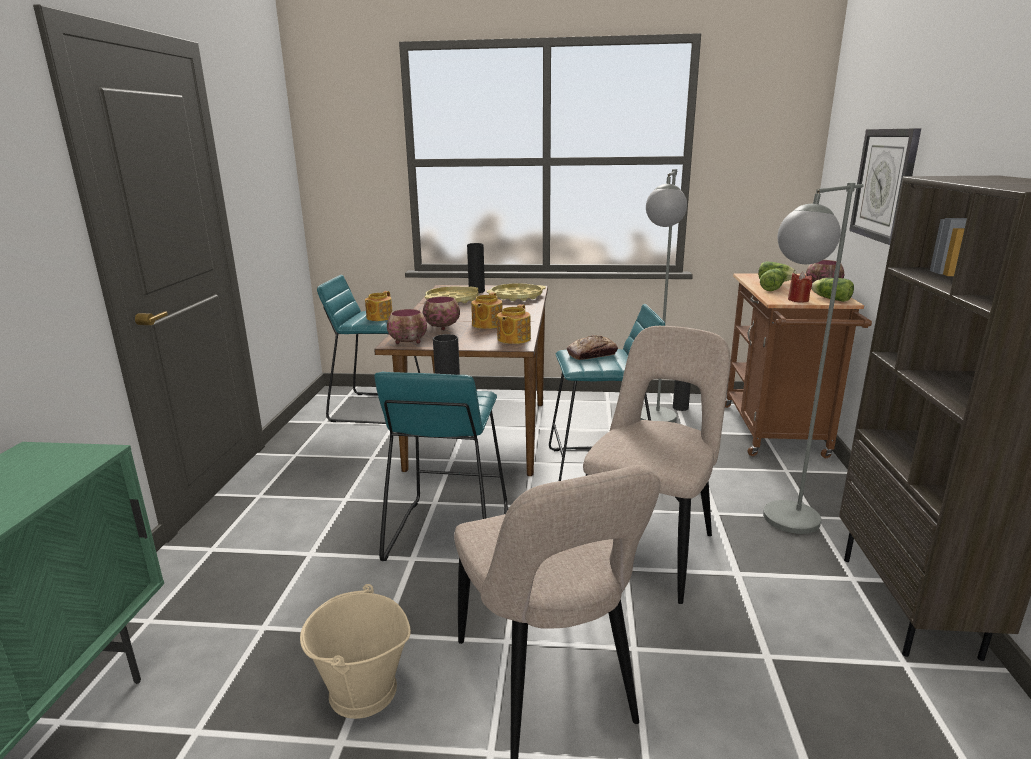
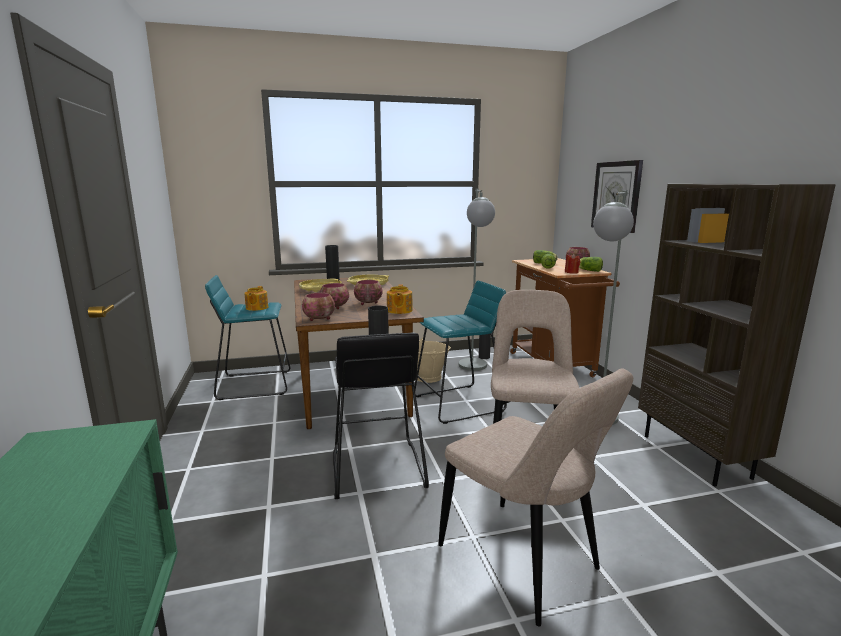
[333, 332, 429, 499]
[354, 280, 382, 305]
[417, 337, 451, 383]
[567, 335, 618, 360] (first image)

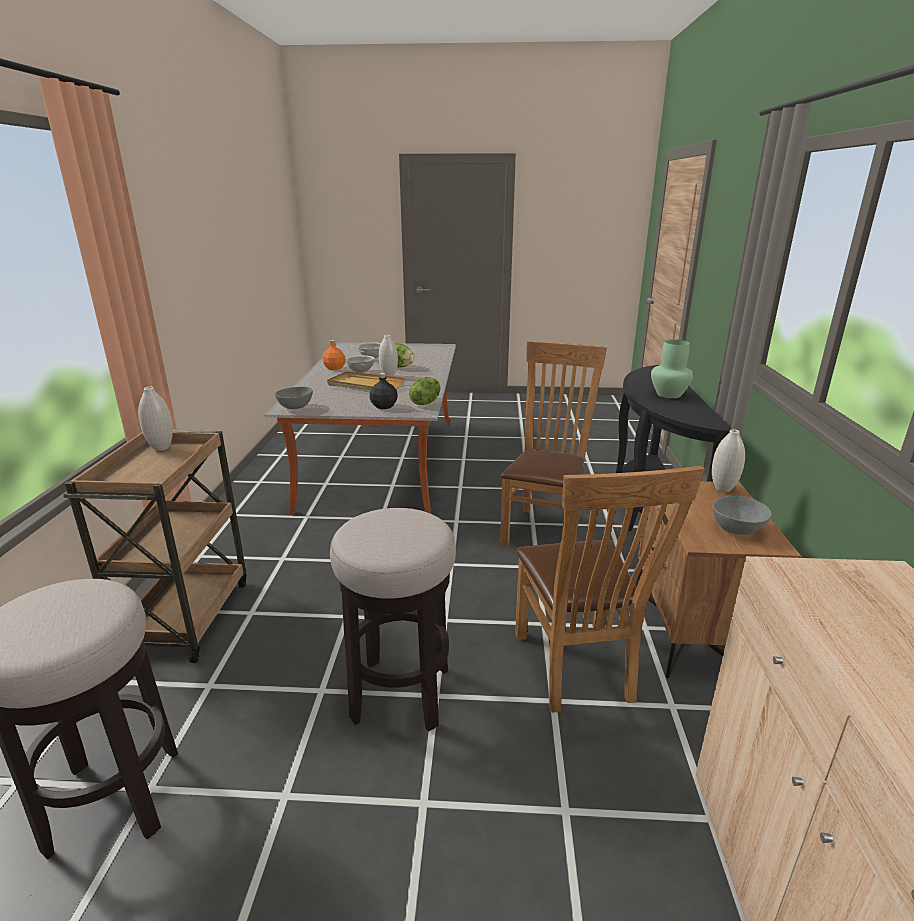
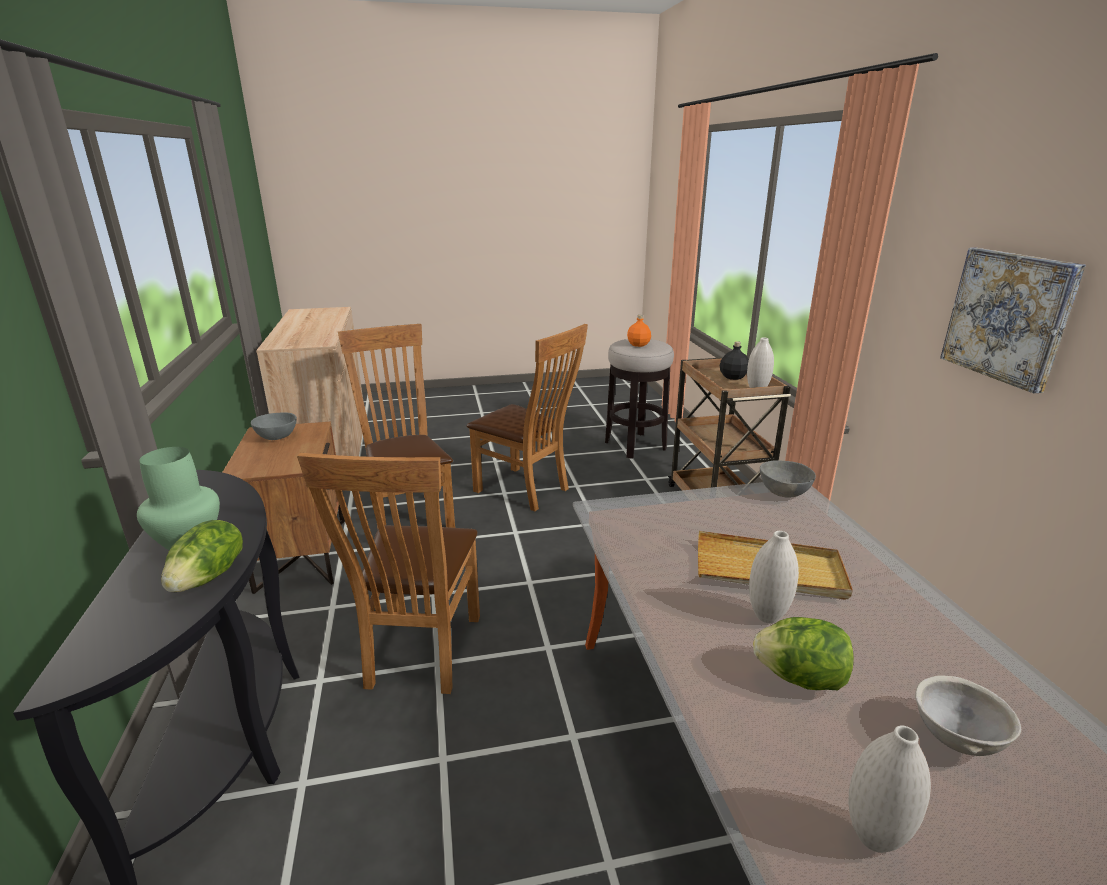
[161, 520, 243, 592]
[466, 324, 588, 511]
[627, 315, 651, 347]
[720, 341, 749, 380]
[848, 725, 931, 853]
[940, 248, 1086, 393]
[345, 355, 375, 373] (first image)

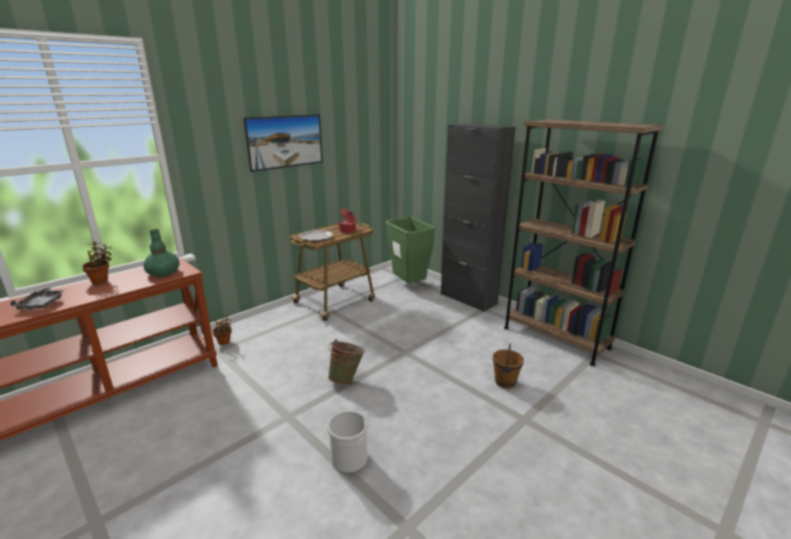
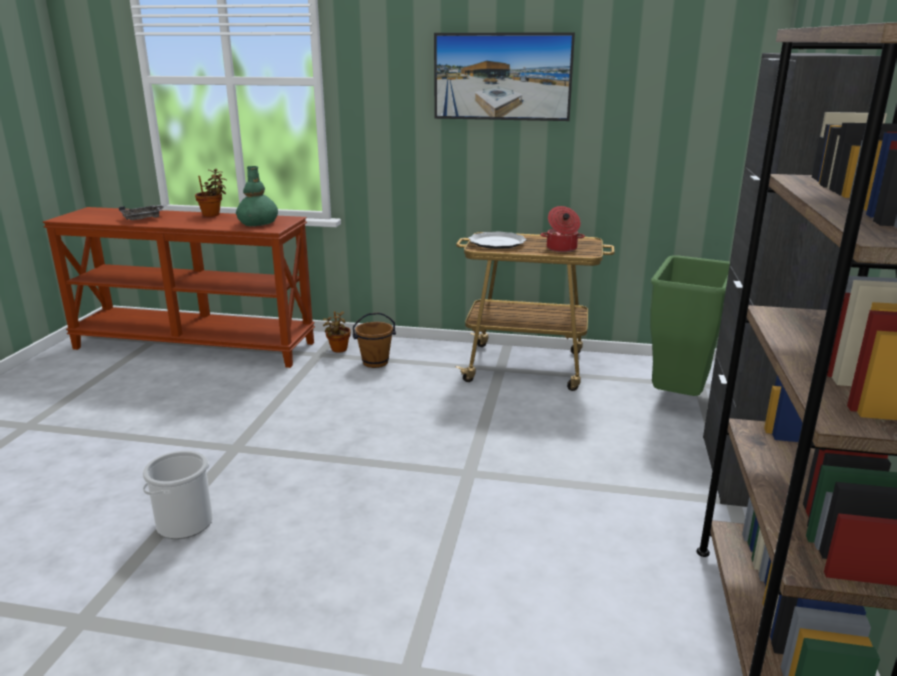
[353, 312, 396, 368]
[328, 339, 365, 385] (first image)

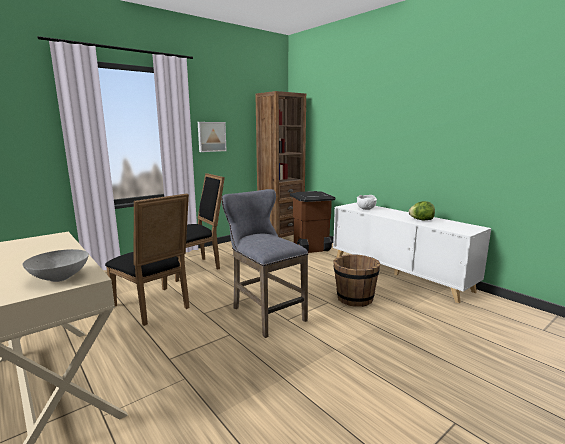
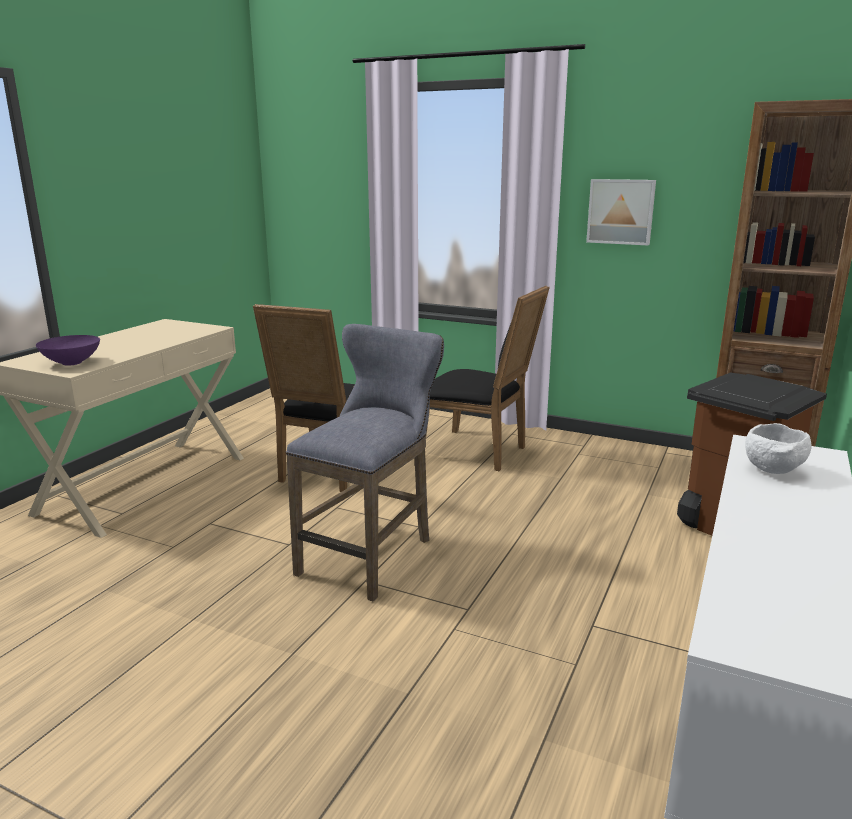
[36, 335, 100, 366]
[333, 254, 380, 307] (first image)
[409, 201, 435, 220] (first image)

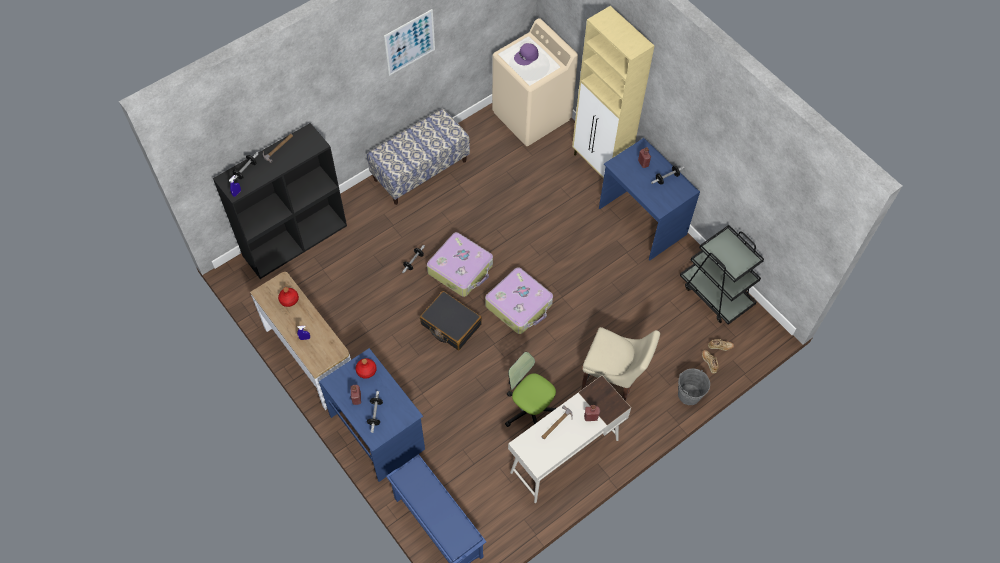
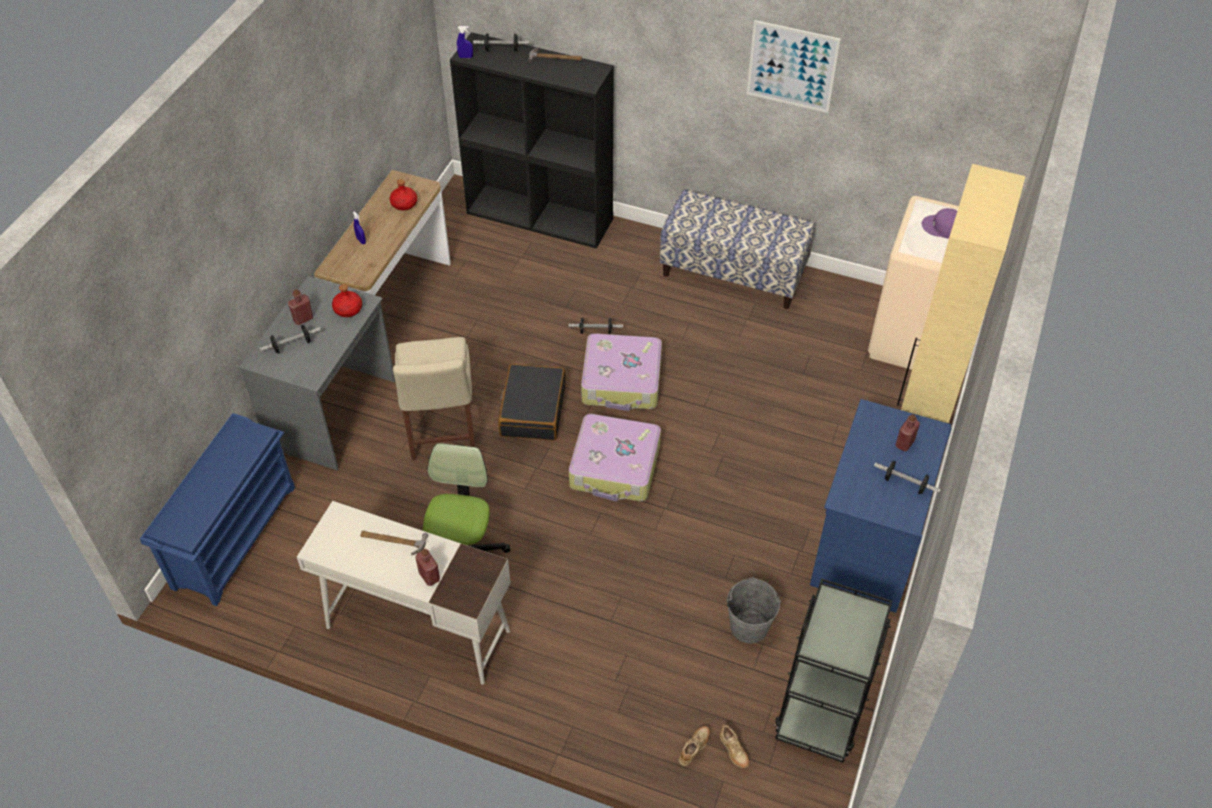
[239, 276, 395, 470]
[393, 337, 475, 460]
[726, 577, 781, 643]

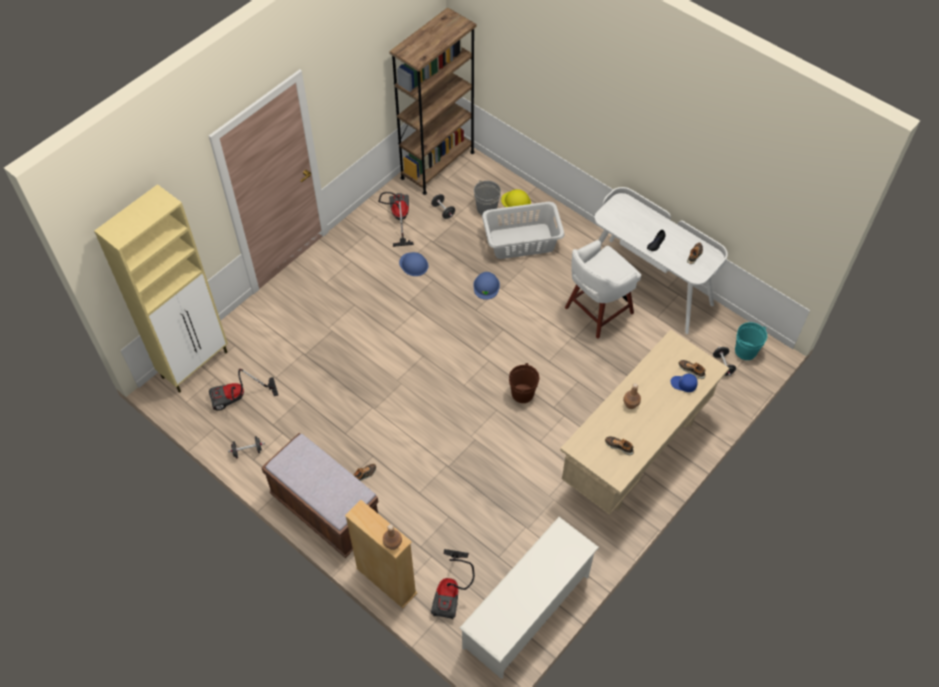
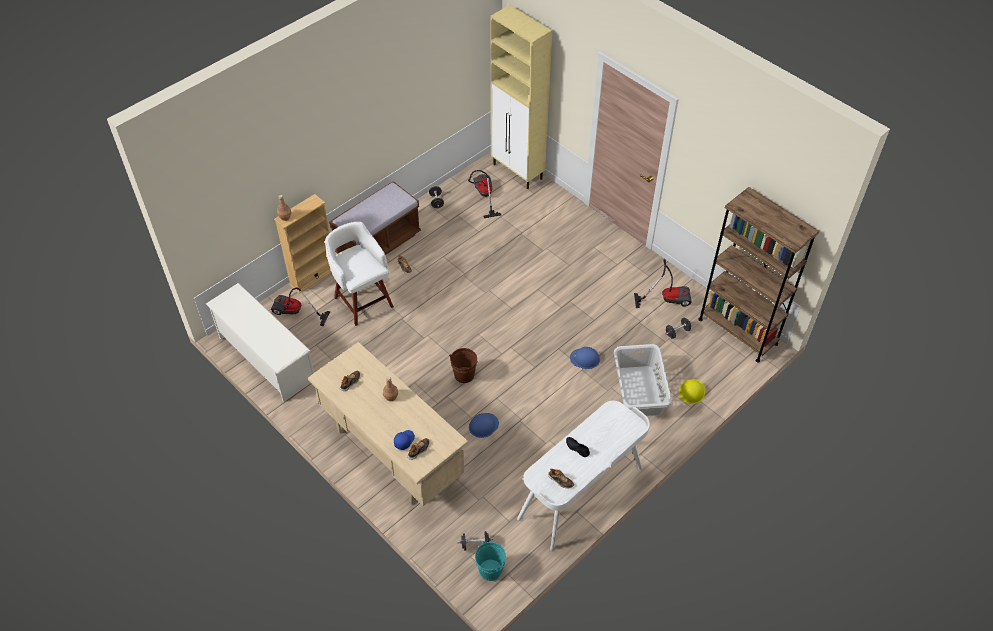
[325, 222, 394, 326]
[469, 413, 499, 438]
[474, 180, 501, 215] (first image)

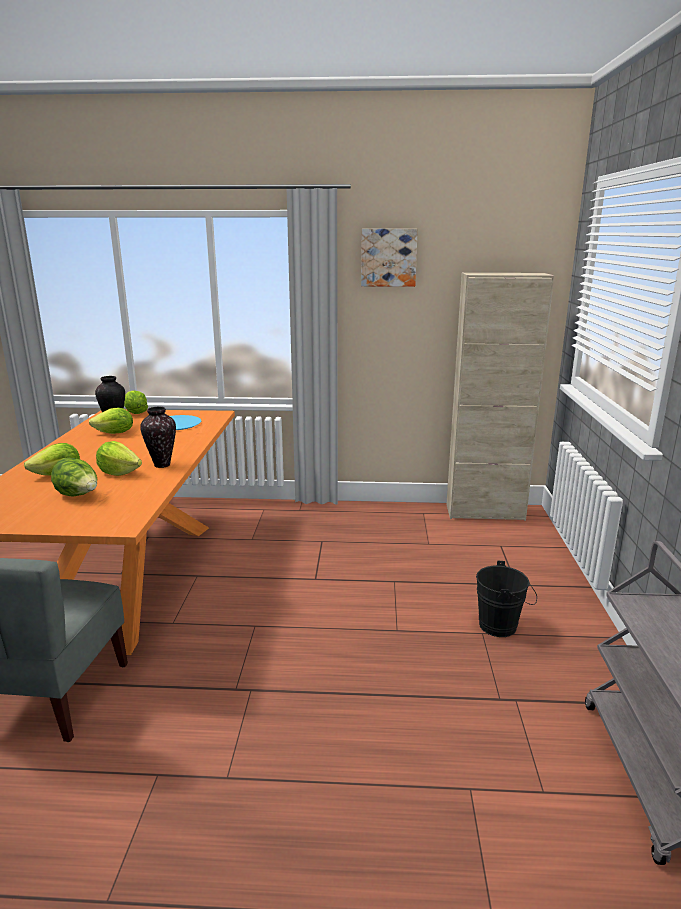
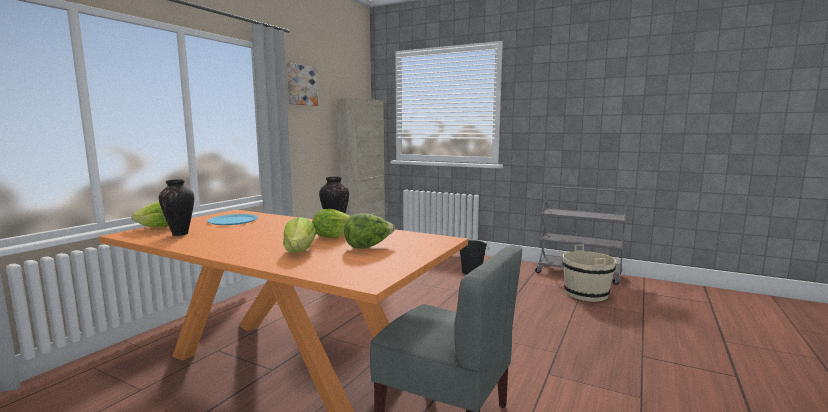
[562, 245, 616, 302]
[89, 408, 133, 434] (first image)

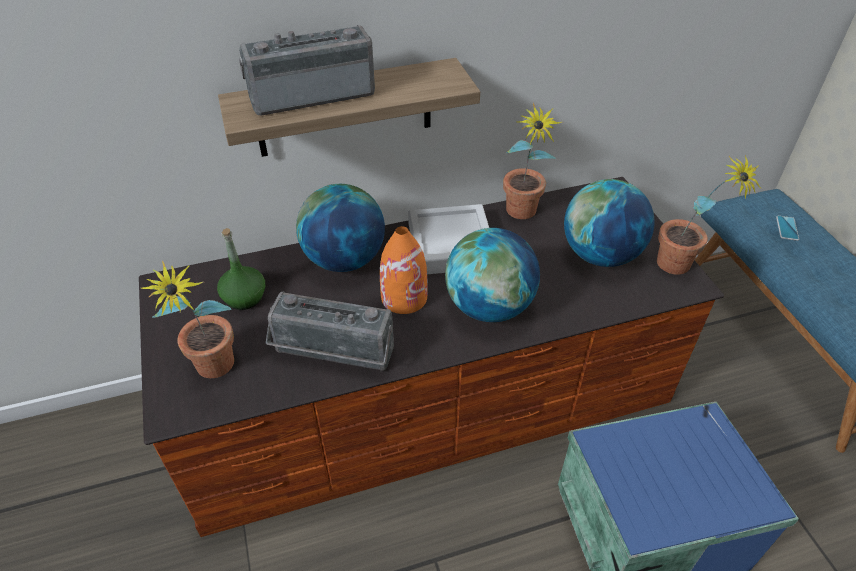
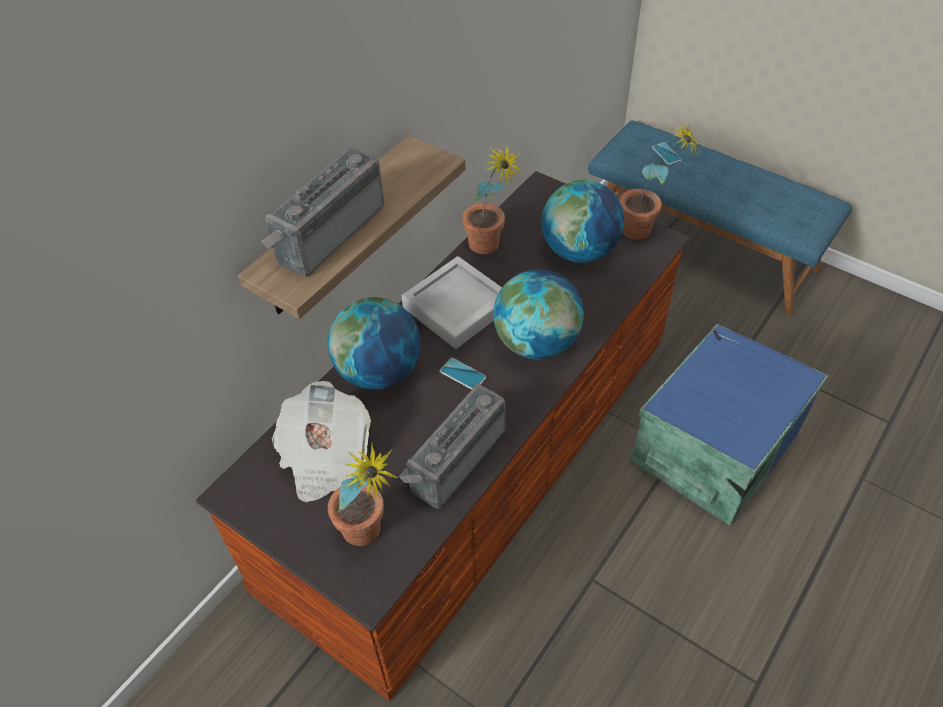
[272, 381, 371, 502]
[399, 384, 506, 509]
[440, 358, 487, 390]

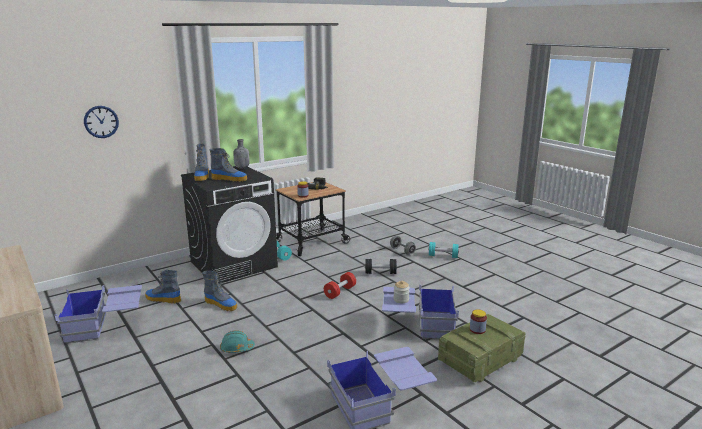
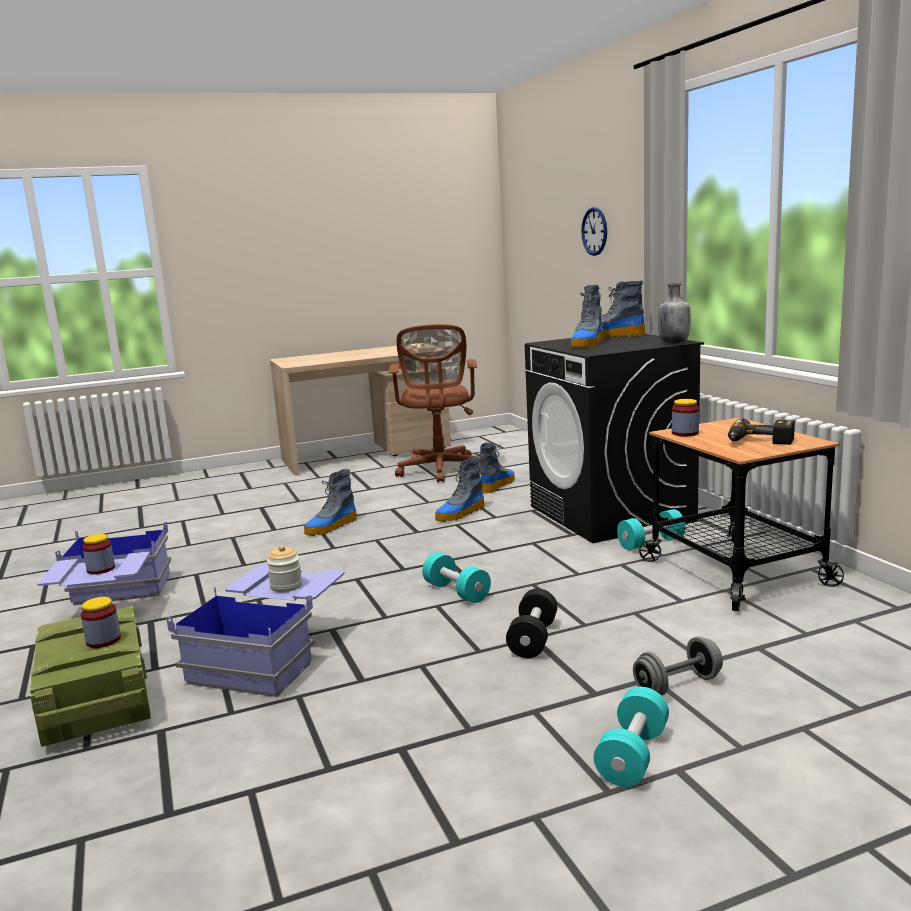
[82, 534, 115, 574]
[304, 469, 357, 536]
[389, 324, 481, 483]
[422, 552, 491, 603]

